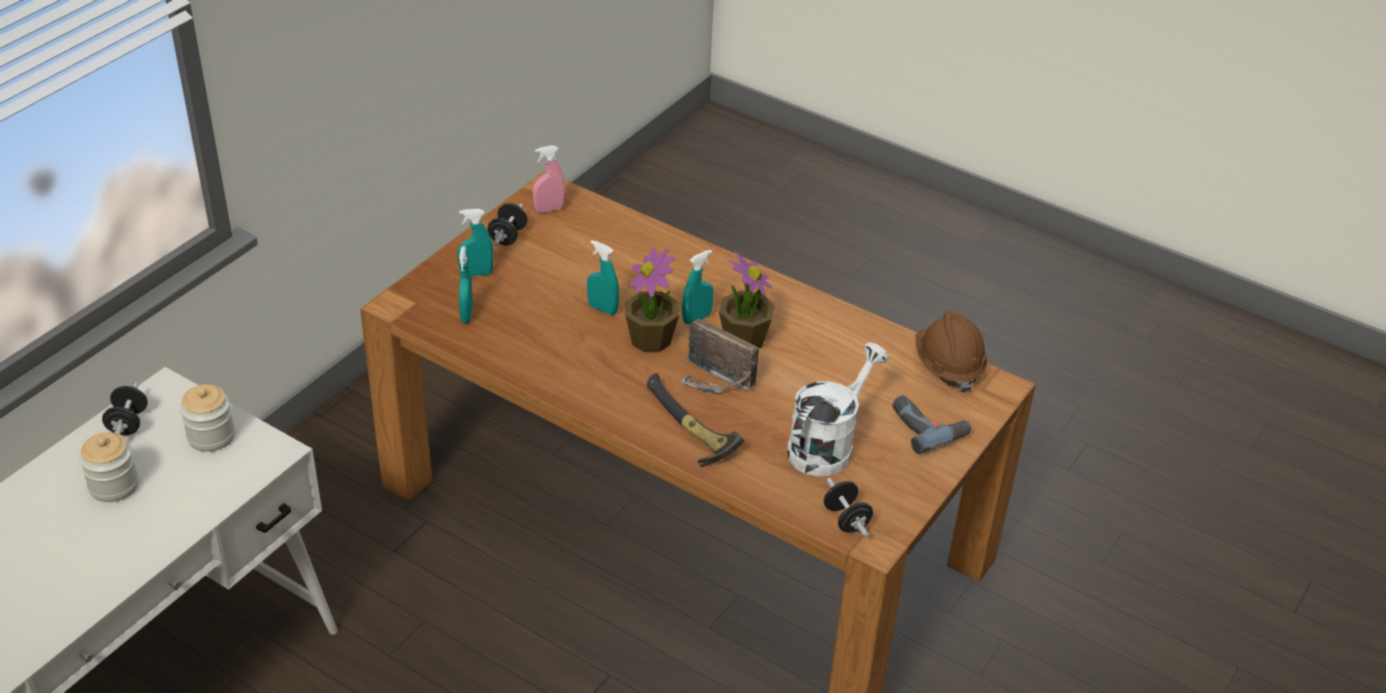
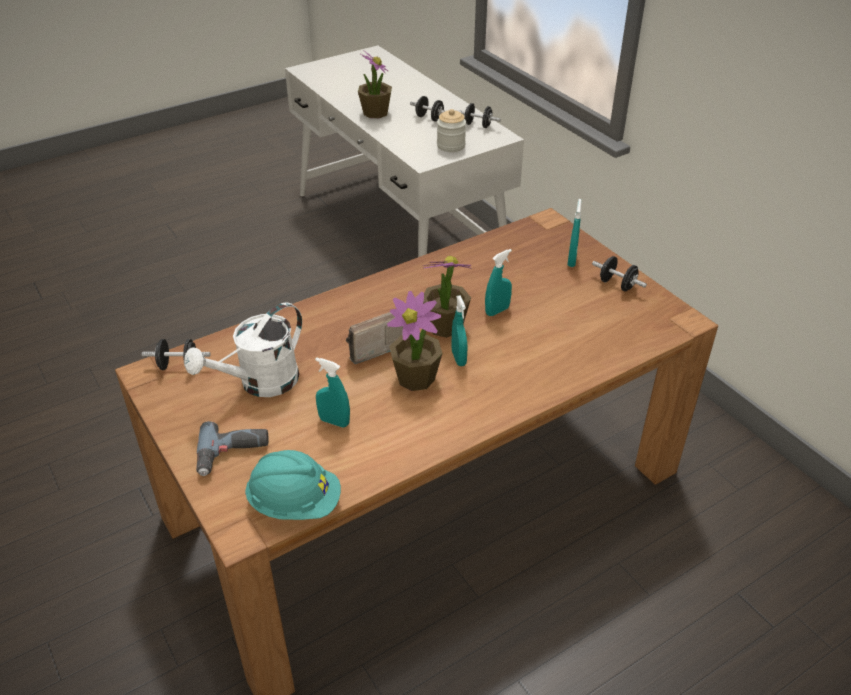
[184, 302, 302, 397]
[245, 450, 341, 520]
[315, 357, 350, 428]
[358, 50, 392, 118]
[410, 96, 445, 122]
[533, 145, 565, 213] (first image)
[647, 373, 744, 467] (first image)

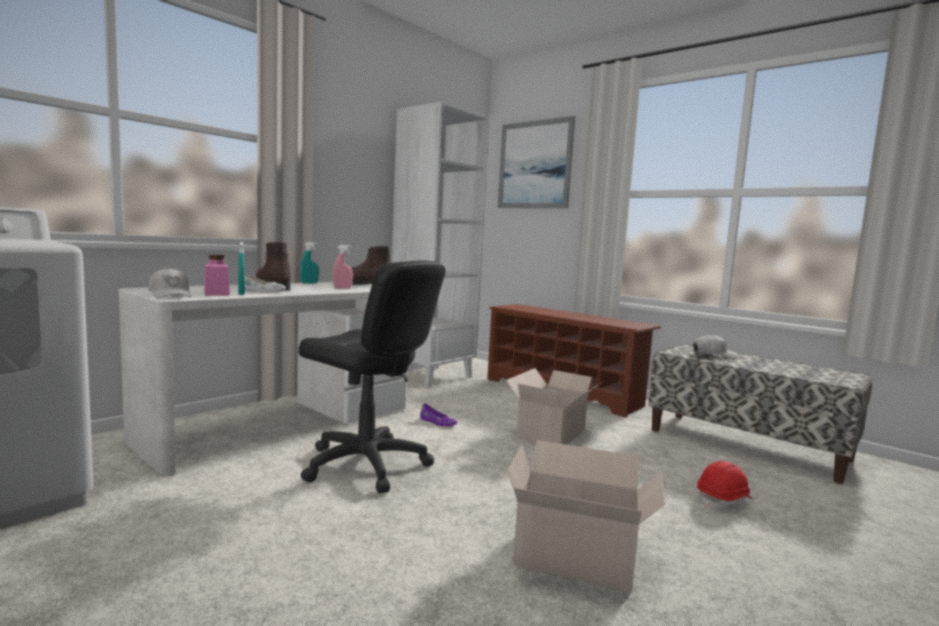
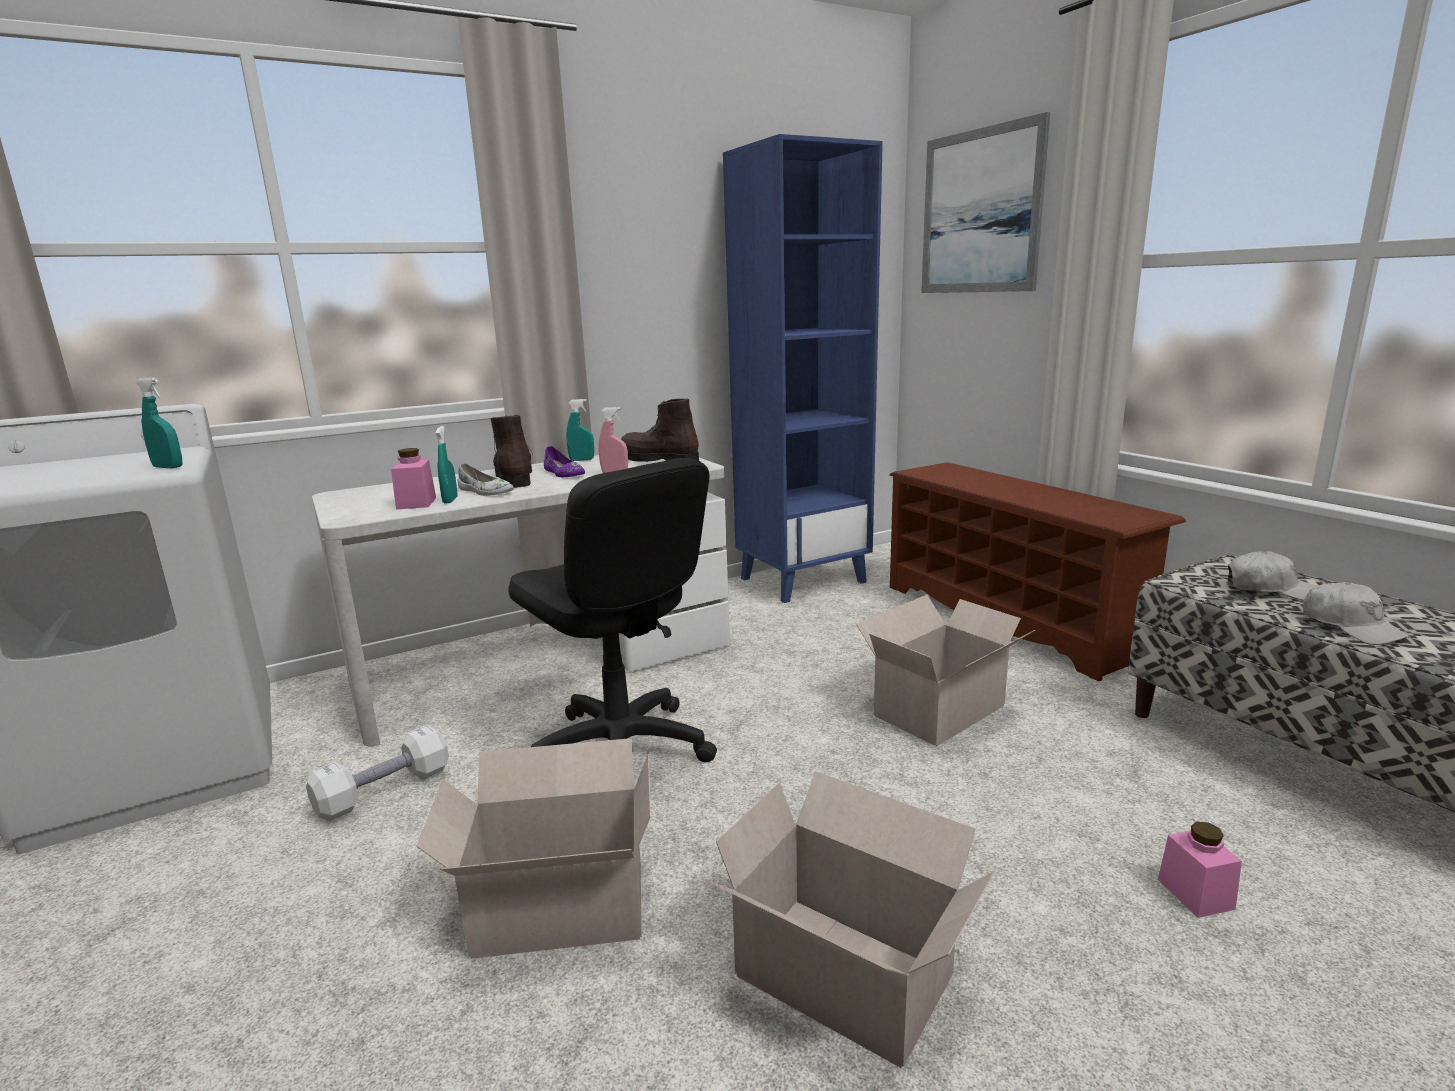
[136, 378, 182, 468]
[306, 725, 449, 821]
[416, 738, 651, 959]
[544, 446, 585, 477]
[723, 134, 883, 603]
[1158, 822, 1242, 918]
[1303, 582, 1410, 645]

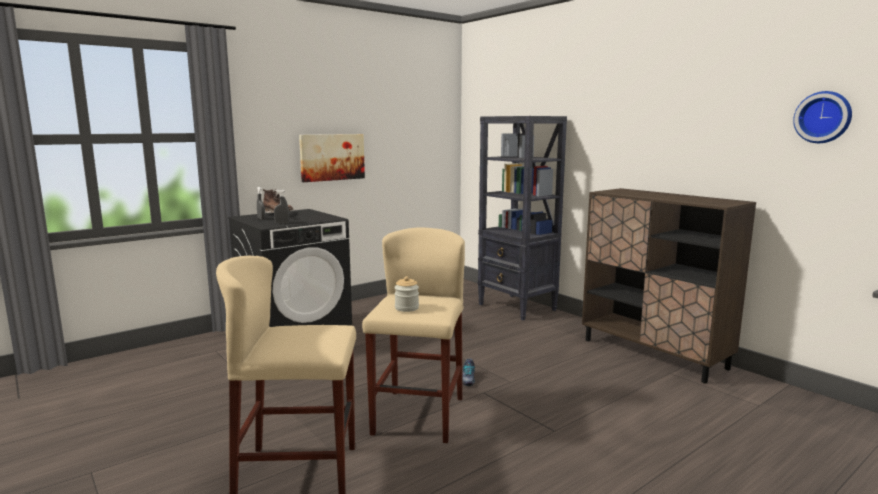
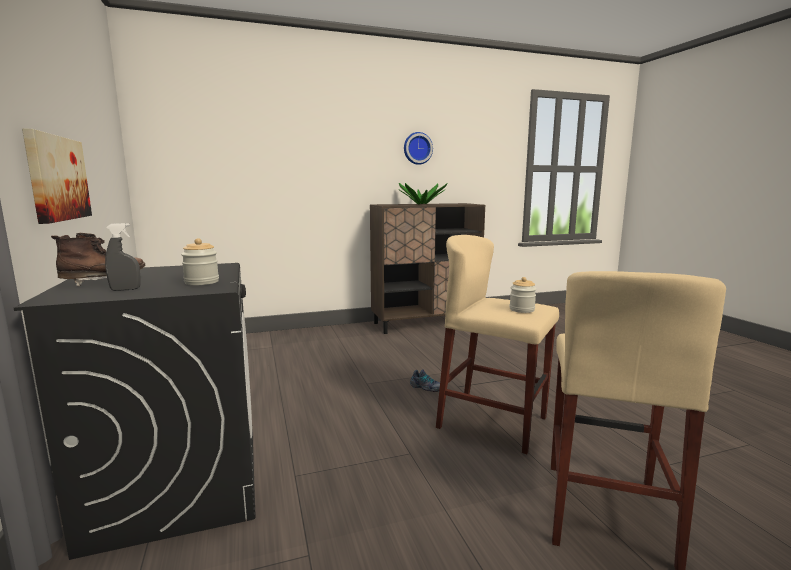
[181, 238, 219, 285]
[399, 183, 447, 204]
[404, 132, 433, 165]
[478, 116, 567, 320] (first image)

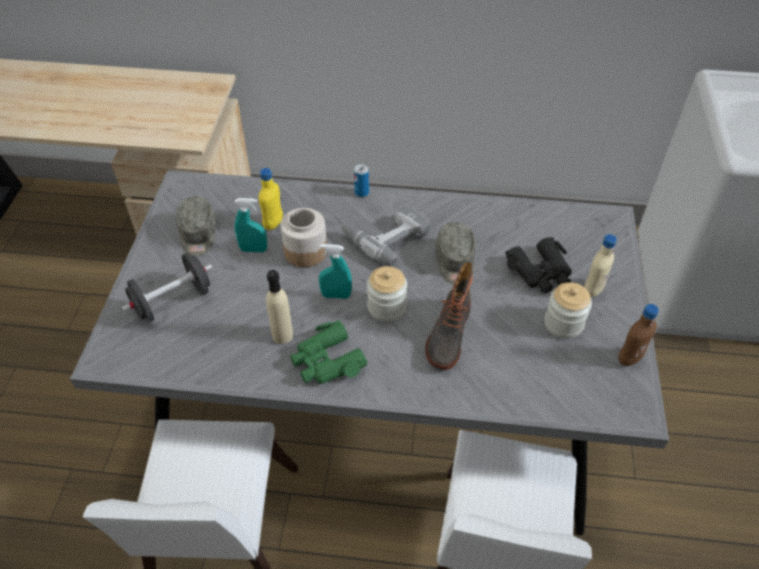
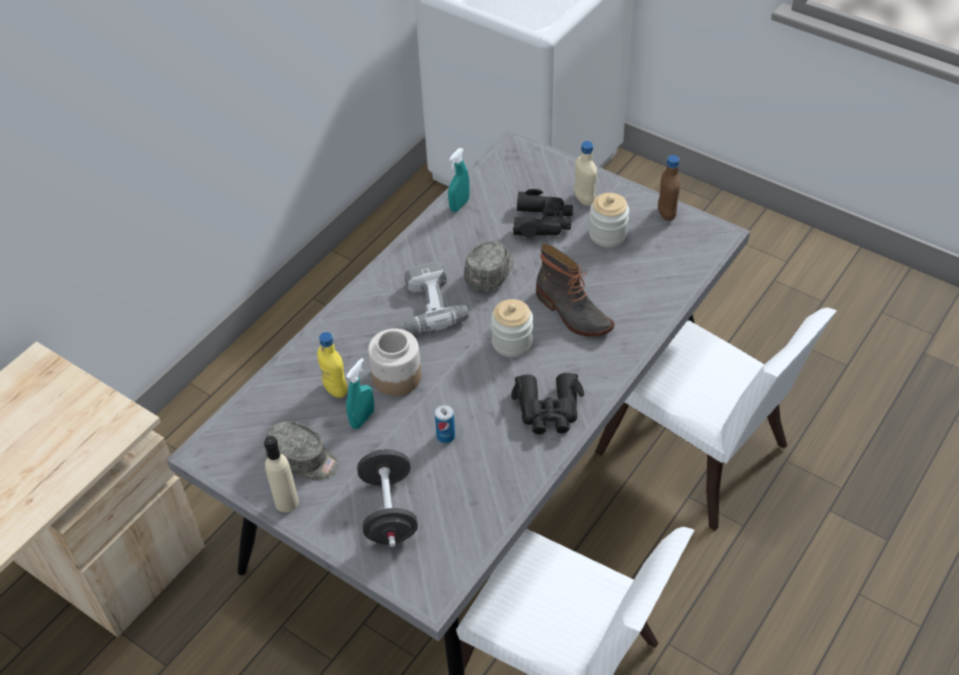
[264, 436, 299, 513]
[435, 405, 455, 443]
[448, 148, 470, 212]
[464, 241, 513, 291]
[511, 373, 584, 435]

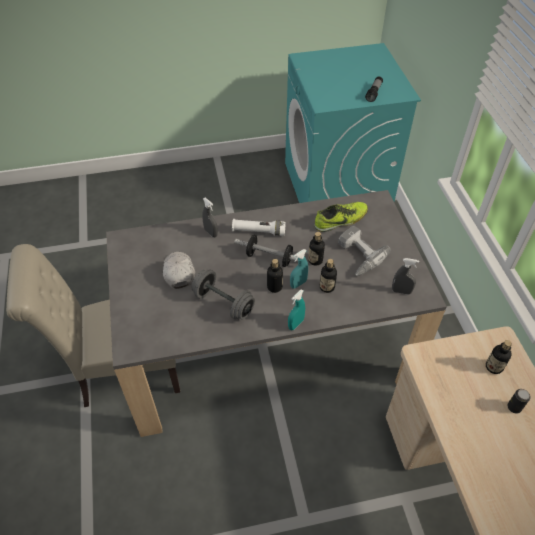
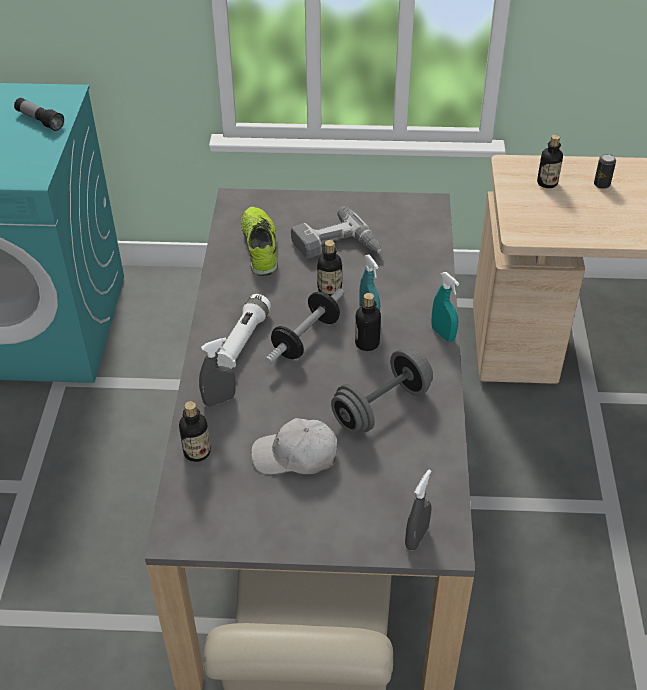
[179, 401, 211, 462]
[405, 470, 432, 550]

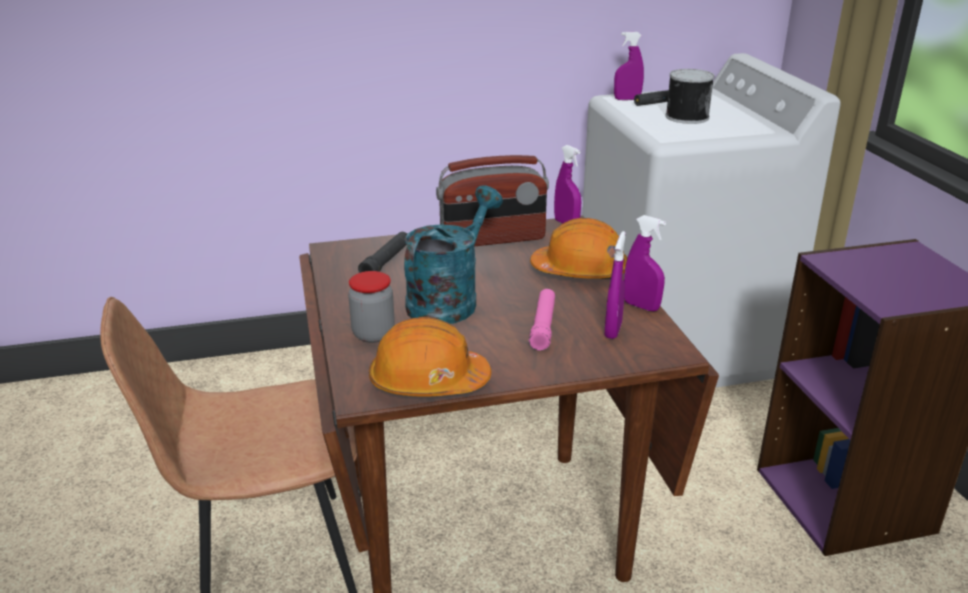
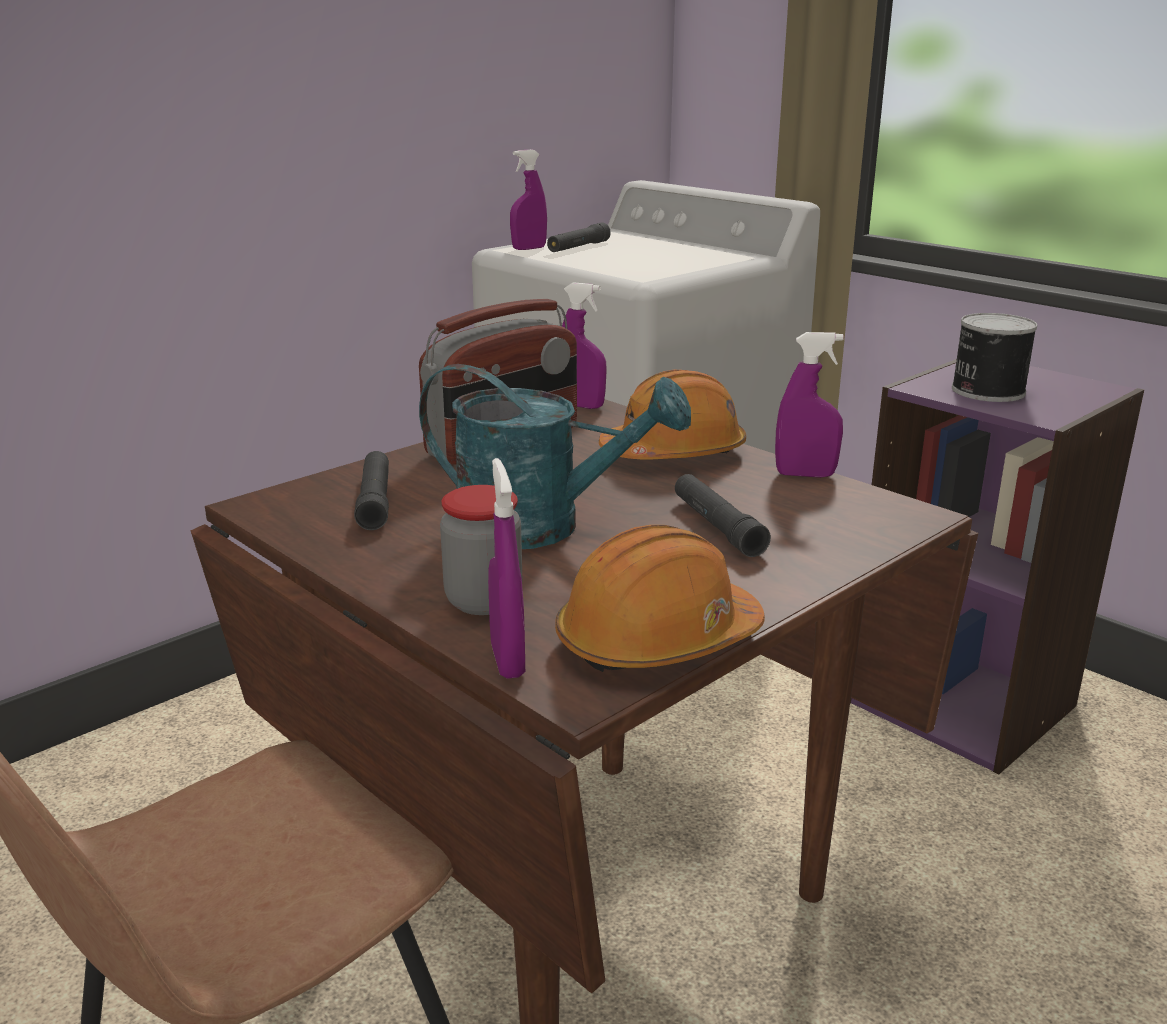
[419, 364, 691, 549]
[488, 458, 525, 679]
[675, 474, 771, 557]
[952, 313, 1037, 402]

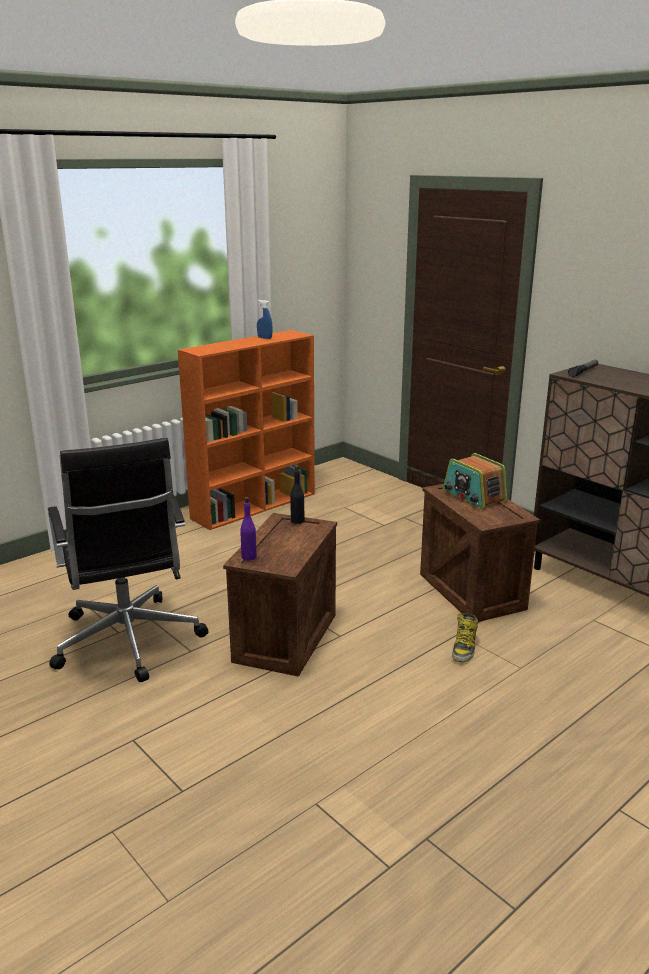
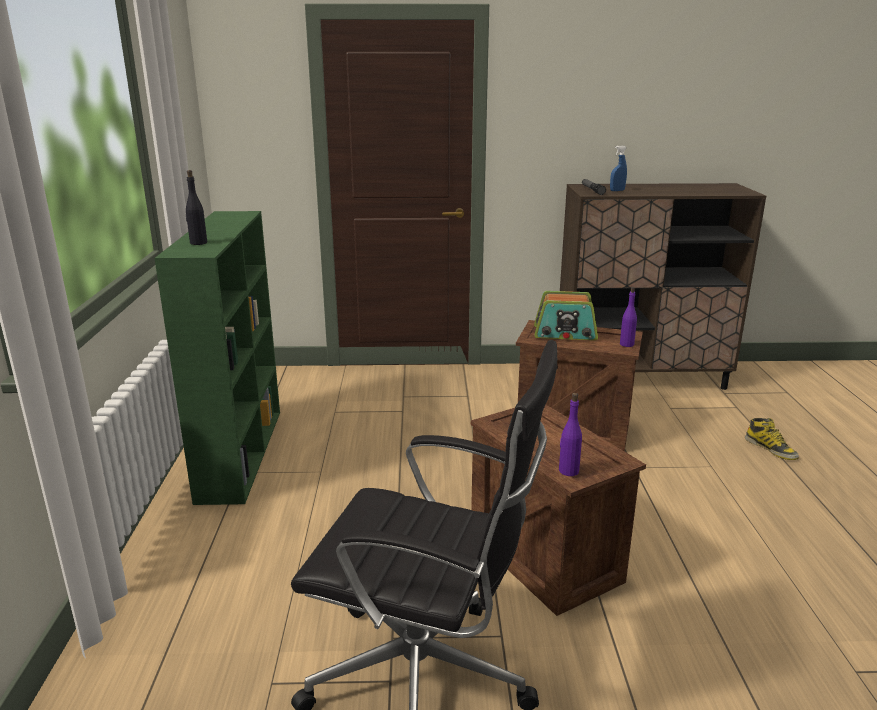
[154, 211, 280, 505]
[186, 170, 207, 245]
[610, 145, 627, 191]
[620, 287, 637, 347]
[745, 418, 799, 460]

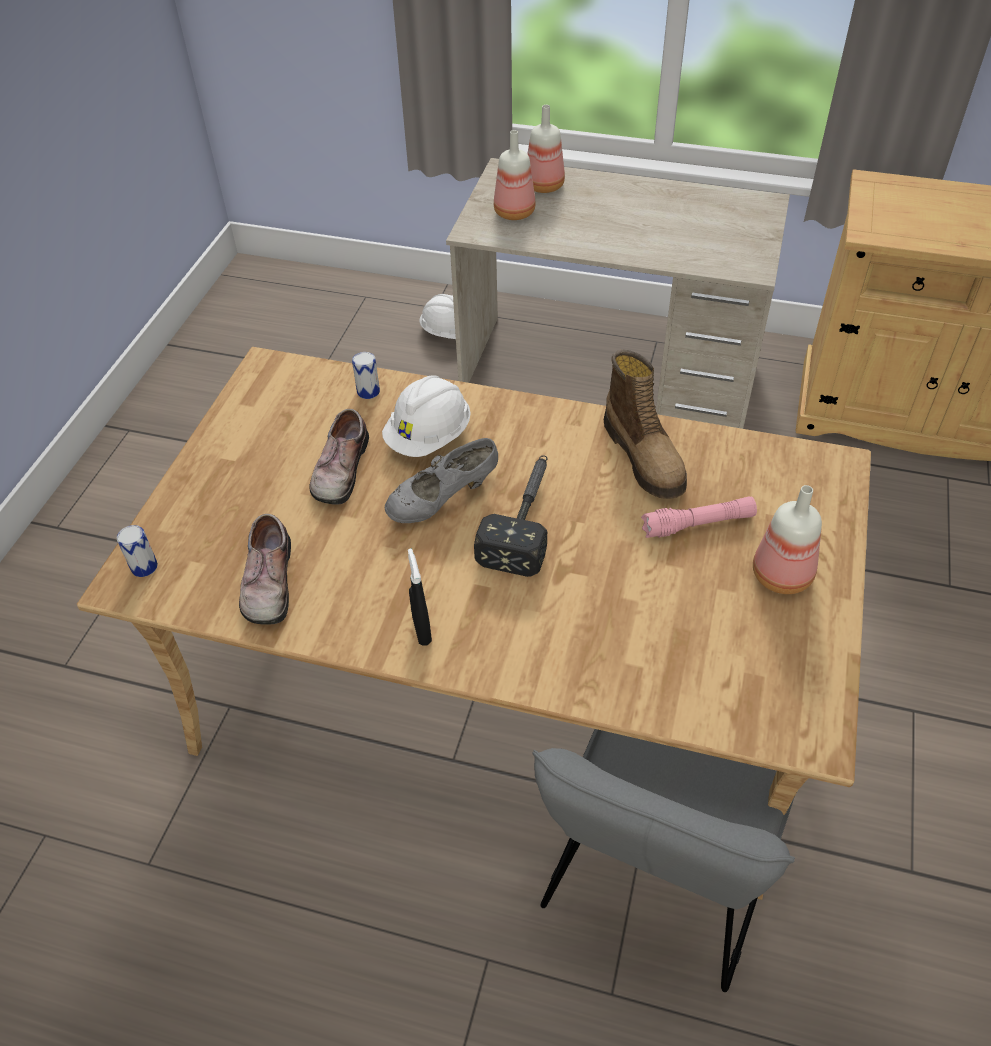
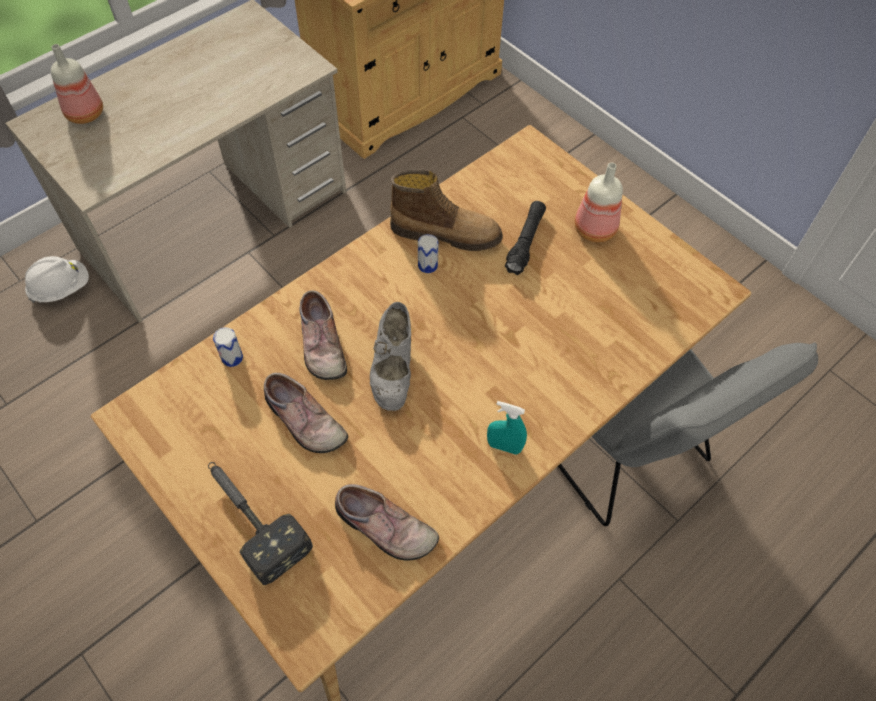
[208, 462, 313, 585]
[299, 290, 347, 380]
[418, 234, 438, 273]
[487, 401, 527, 455]
[505, 201, 546, 275]
[494, 130, 535, 220] (first image)

